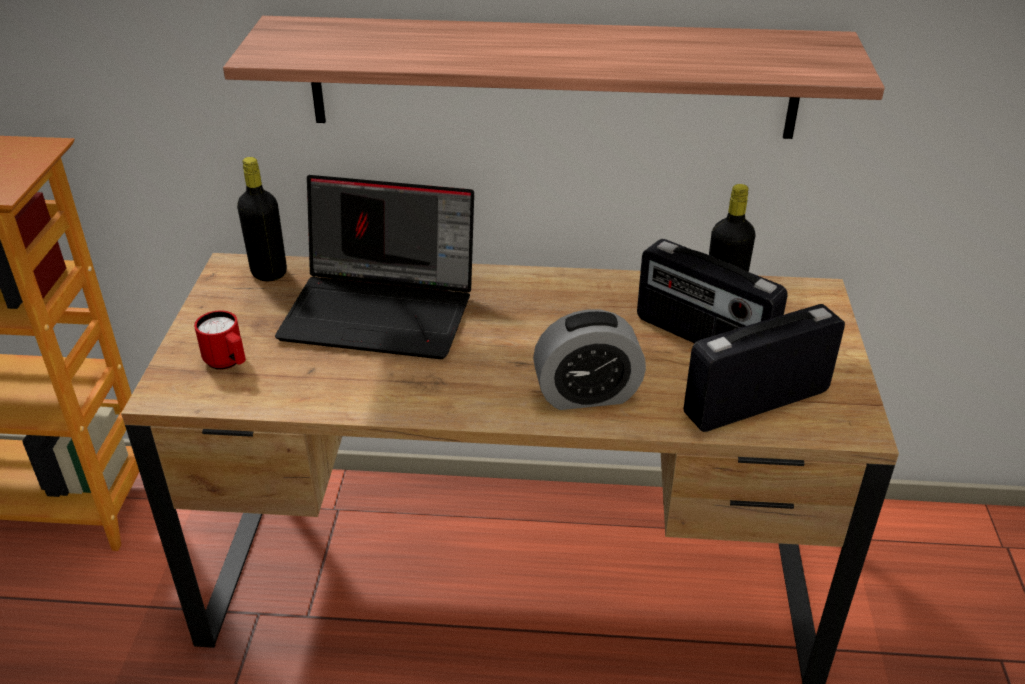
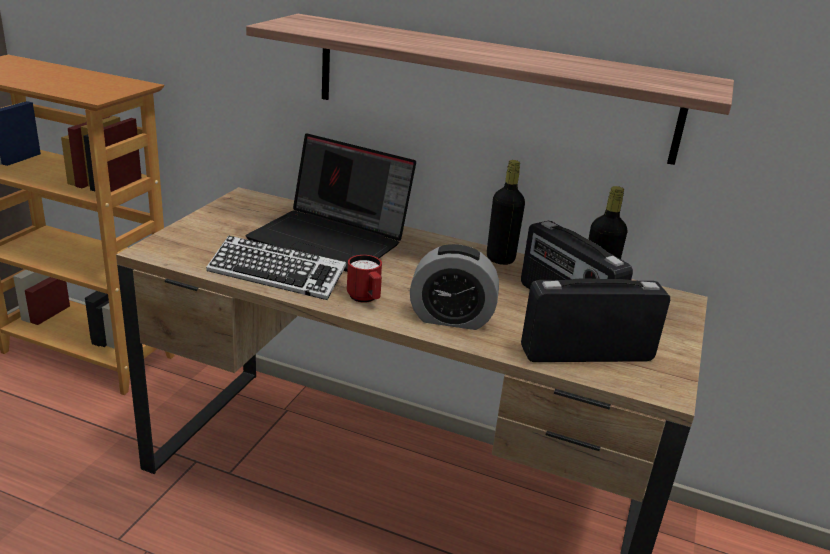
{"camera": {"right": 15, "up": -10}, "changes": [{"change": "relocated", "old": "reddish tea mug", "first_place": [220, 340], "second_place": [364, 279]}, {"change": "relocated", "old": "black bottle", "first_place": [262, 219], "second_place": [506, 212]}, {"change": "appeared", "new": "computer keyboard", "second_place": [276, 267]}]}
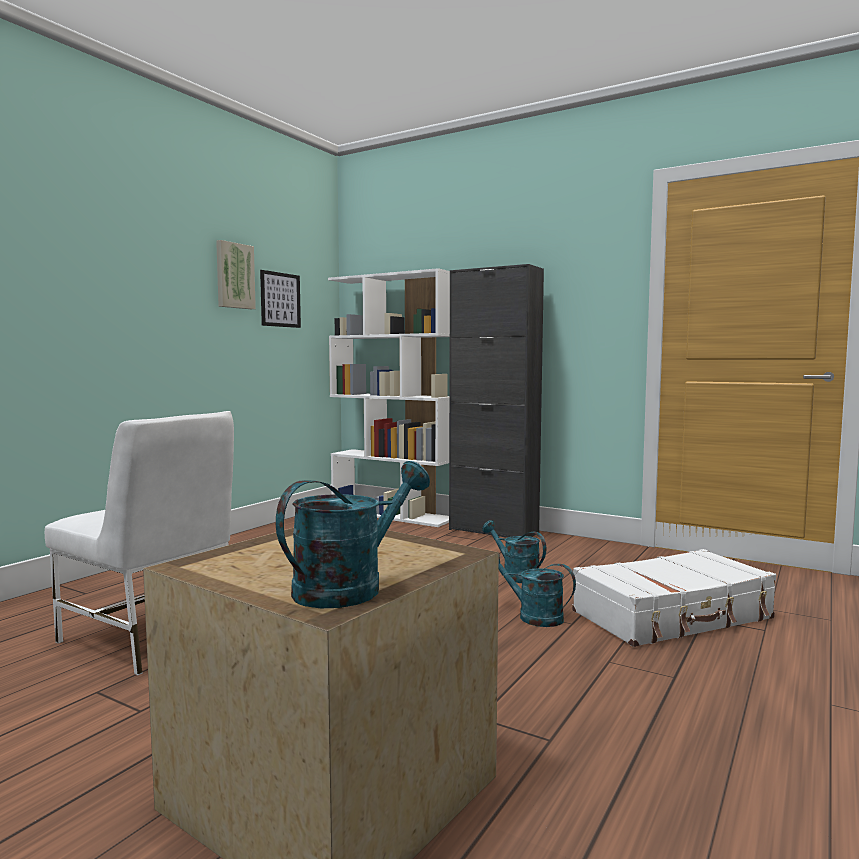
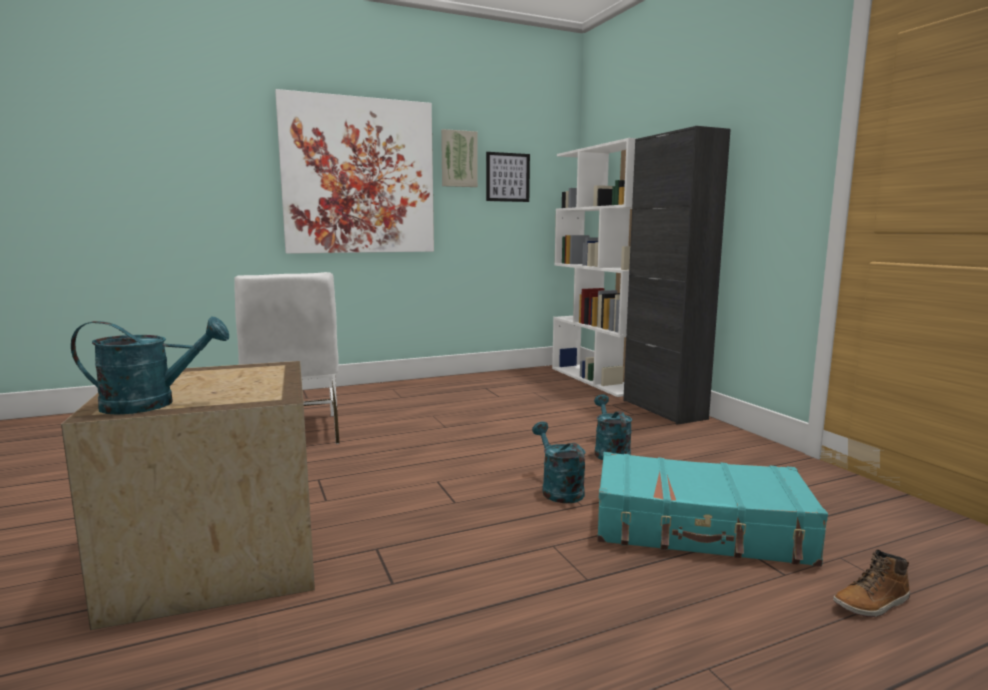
{"camera": {"right": 35, "up": 5}, "changes": [{"change": "colour", "old": "white piece of luggage", "new": "turquoise-coloured piece of luggage", "first_place": [674, 598], "second_place": [712, 509]}, {"change": "appeared", "new": "wall picture", "second_place": [354, 171]}, {"change": "appeared", "new": "high-top boot", "second_place": [871, 583]}]}
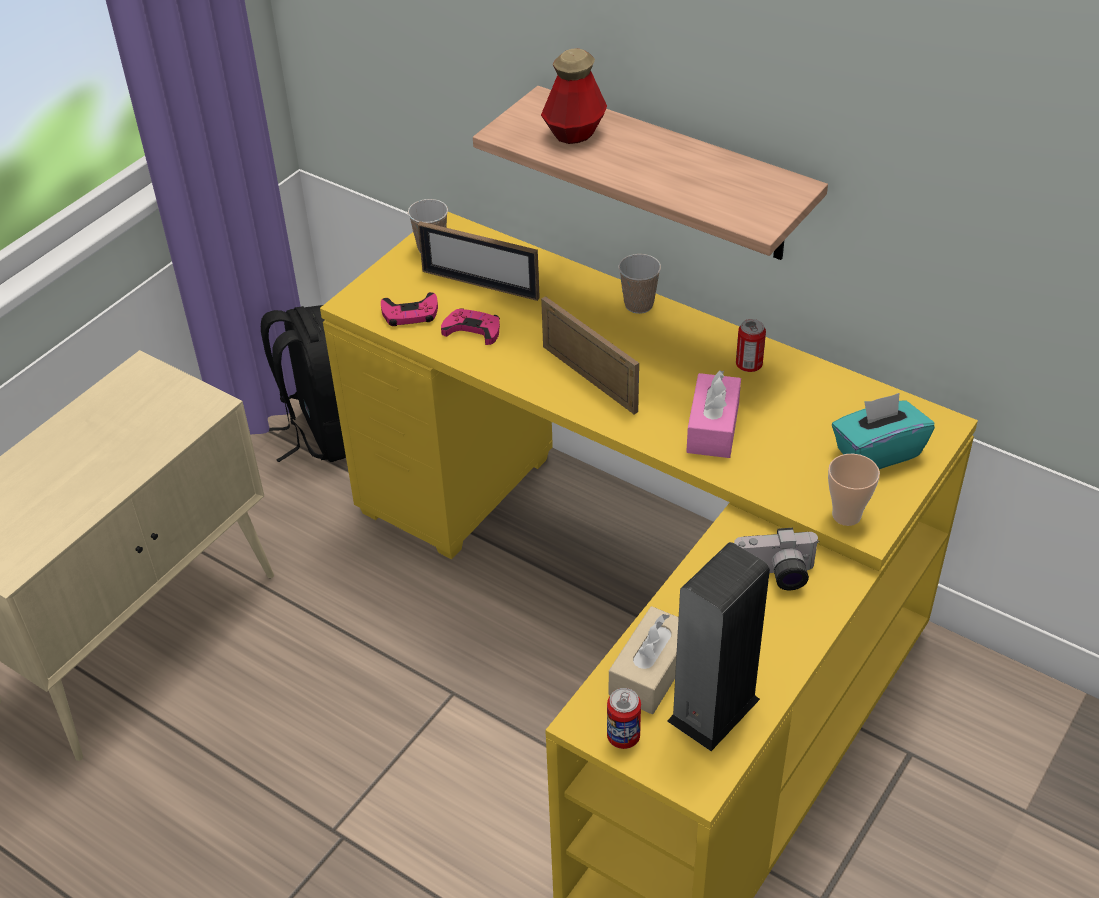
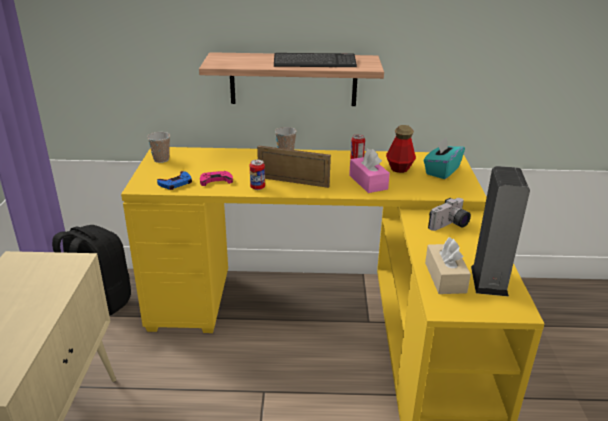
{"camera": {"right": -35, "up": -15}, "changes": [{"change": "colour", "old": "pink gamepad", "new": "blue-coloured gamepad", "first_place": [409, 309], "second_place": [174, 180]}, {"change": "missing", "old": "photo frame", "first_place": [479, 261]}, {"change": "relocated", "old": "bottle", "first_place": [574, 96], "second_place": [401, 149]}, {"change": "relocated", "old": "can", "first_place": [624, 718], "second_place": [257, 175]}, {"change": "missing", "old": "cup", "first_place": [854, 490]}, {"change": "appeared", "new": "computer keyboard", "second_place": [315, 60]}]}
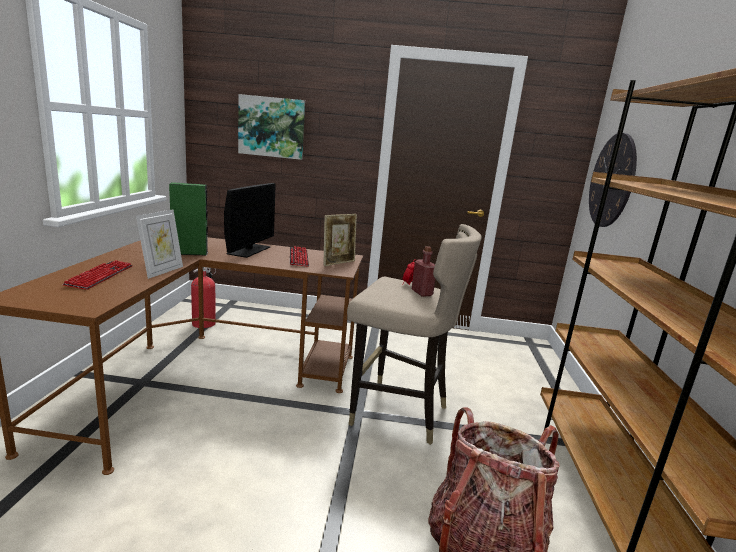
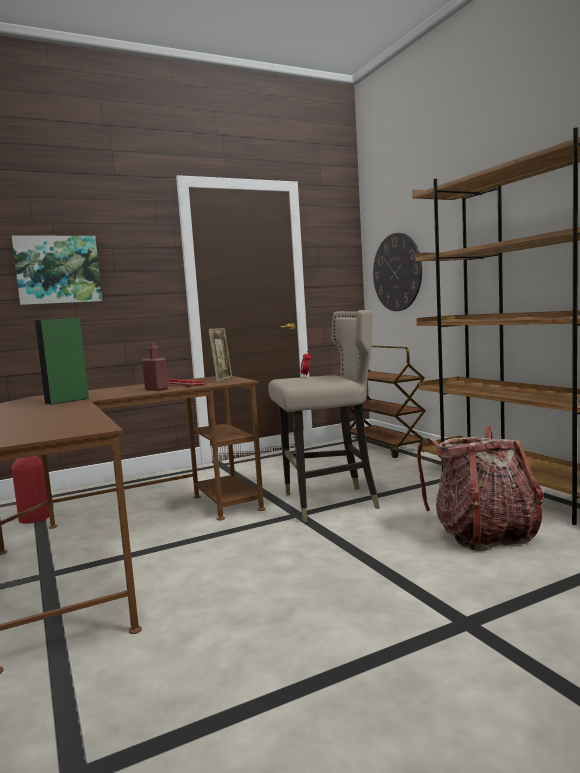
{"camera": {"right": -30, "up": -10}, "changes": [{"change": "missing", "old": "computer keyboard", "first_place": [97, 275]}, {"change": "missing", "old": "photo frame", "first_place": [159, 244]}, {"change": "missing", "old": "computer screen", "first_place": [250, 220]}, {"change": "relocated", "old": "reddish bottle", "first_place": [423, 271], "second_place": [155, 366]}, {"change": "appeared", "new": "brown wheeled cart", "second_place": [387, 401]}]}
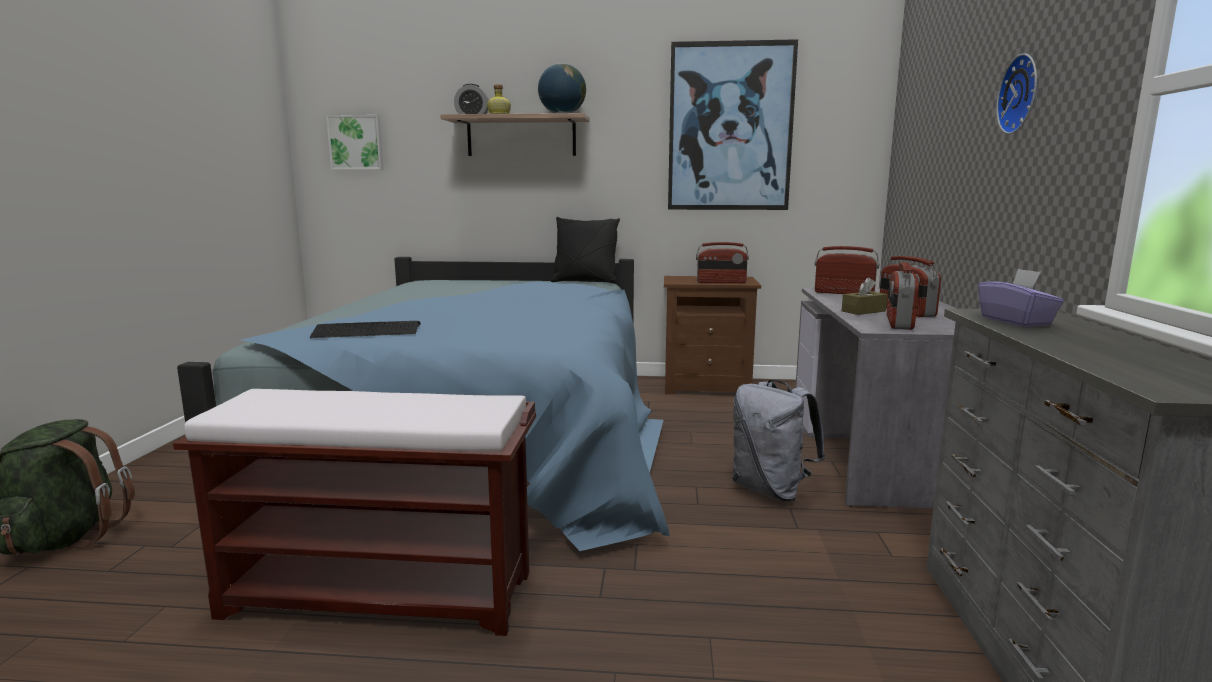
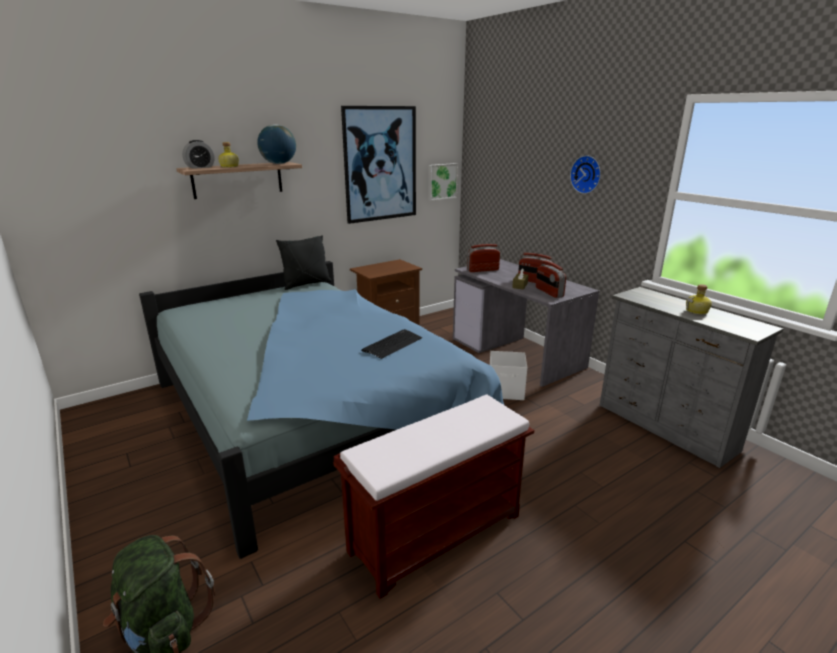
{"camera": {"right": -40, "up": 10}, "changes": [{"change": "relocated", "old": "computer keyboard", "first_place": [365, 329], "second_place": [391, 344]}, {"change": "relocated", "old": "wall picture", "first_place": [355, 142], "second_place": [443, 182]}, {"change": "missing", "old": "radio set", "first_place": [722, 262]}, {"change": "exchanged", "old": "grey backpack", "new": "white storage box", "first_place": [778, 441], "second_place": [508, 375]}, {"change": "missing", "old": "purple tissue holder", "first_place": [1021, 298]}, {"change": "appeared", "new": "bottle", "second_place": [699, 299]}]}
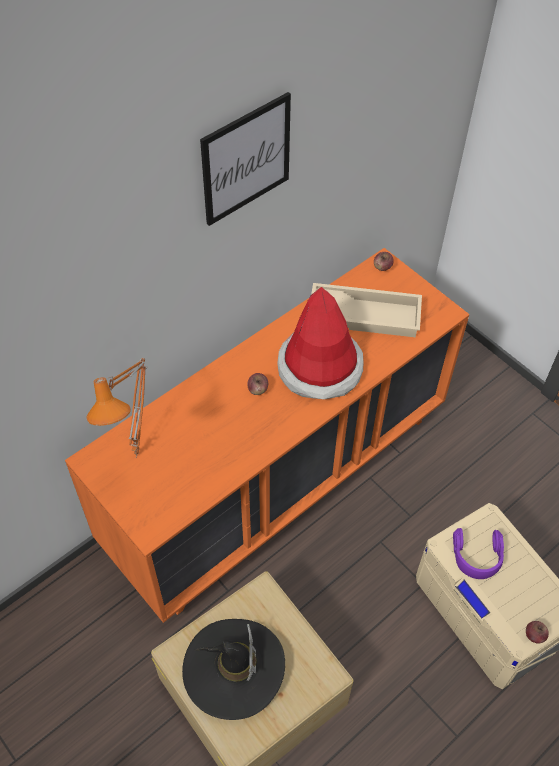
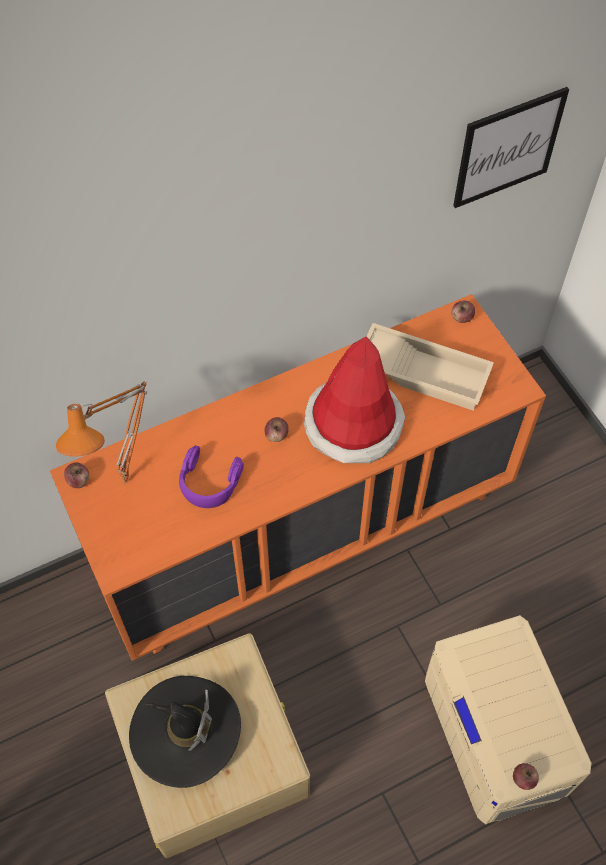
{"camera": {"right": 15, "up": 5}, "changes": [{"change": "relocated", "old": "wall picture", "first_place": [245, 159], "second_place": [511, 147]}, {"change": "relocated", "old": "purple pair of headphones", "first_place": [478, 553], "second_place": [211, 476]}, {"change": "appeared", "new": "apple", "second_place": [76, 475]}]}
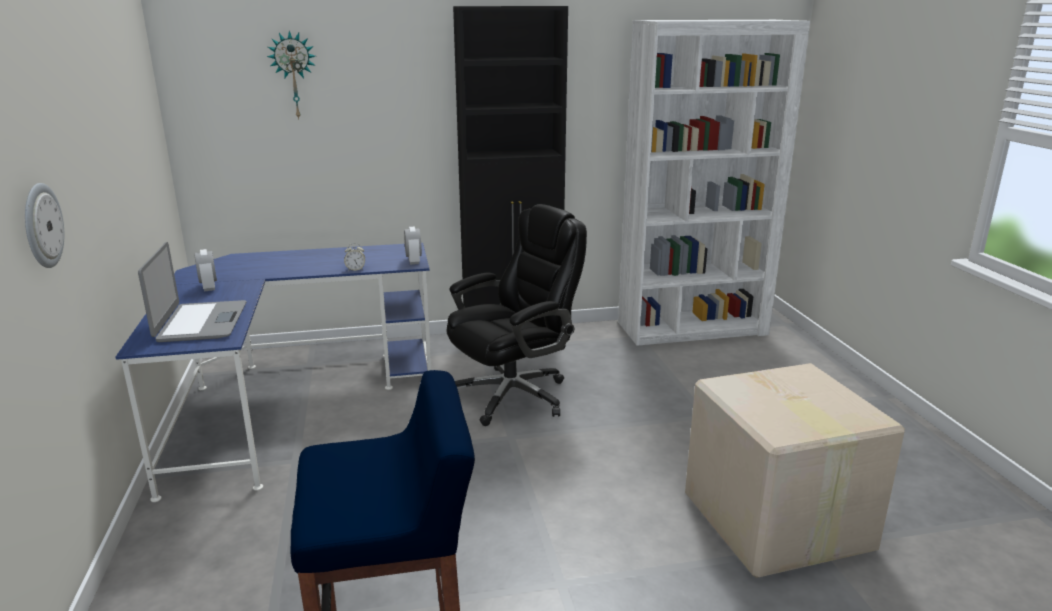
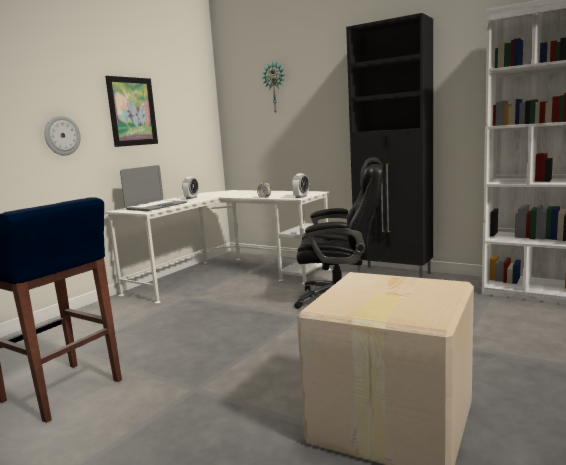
{"camera": {"right": 45, "up": -10}, "changes": [{"change": "colour", "old": "blue-coloured desk unit", "new": "white desk unit", "first_place": [273, 372], "second_place": [218, 247]}, {"change": "appeared", "new": "wall picture", "second_place": [131, 111]}]}
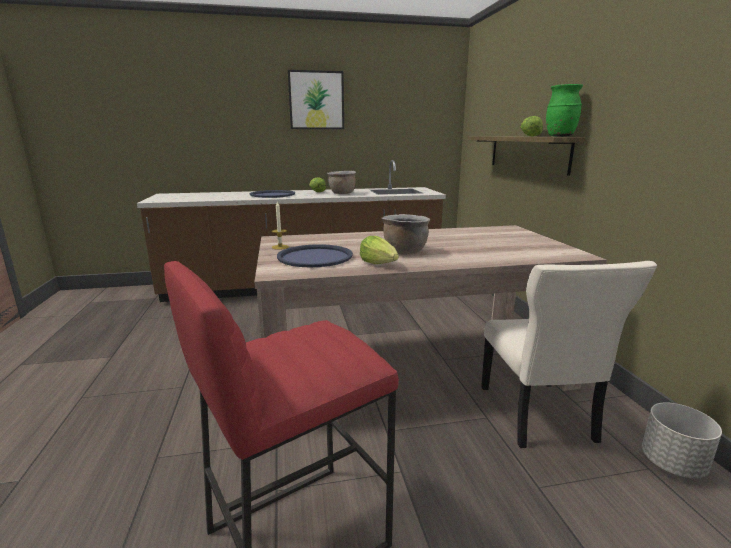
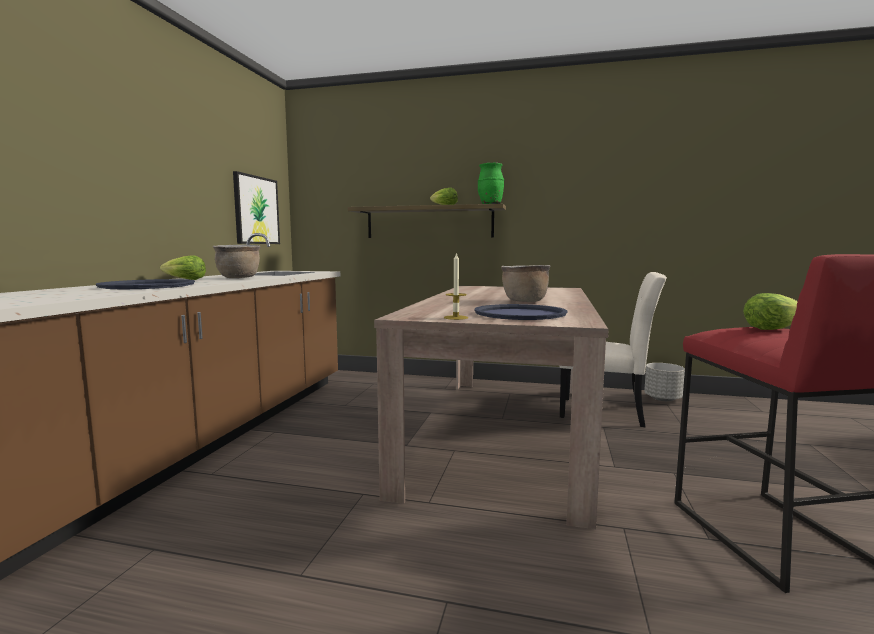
{"camera": {"right": -65, "up": -10}, "changes": [{"change": "relocated", "old": "wall picture", "first_place": [316, 99], "second_place": [256, 207]}, {"change": "relocated", "old": "lettuce", "first_place": [379, 250], "second_place": [770, 311]}]}
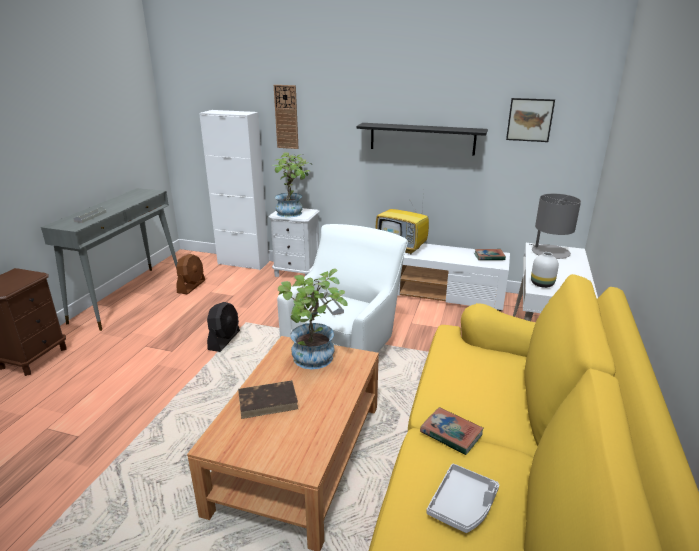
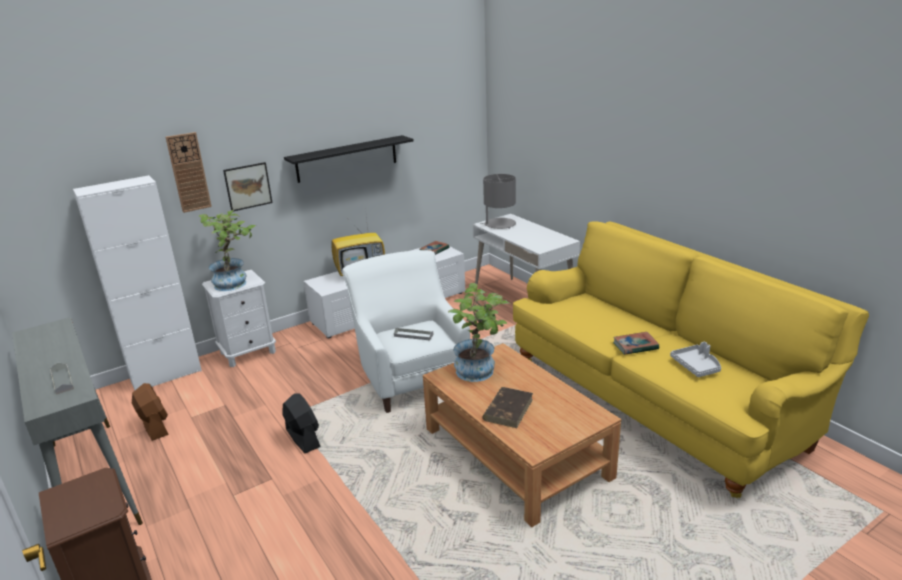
{"camera": {"right": -50, "up": 0}, "changes": [{"change": "relocated", "old": "wall picture", "first_place": [530, 120], "second_place": [248, 186]}, {"change": "missing", "old": "white vase", "first_place": [545, 270]}]}
